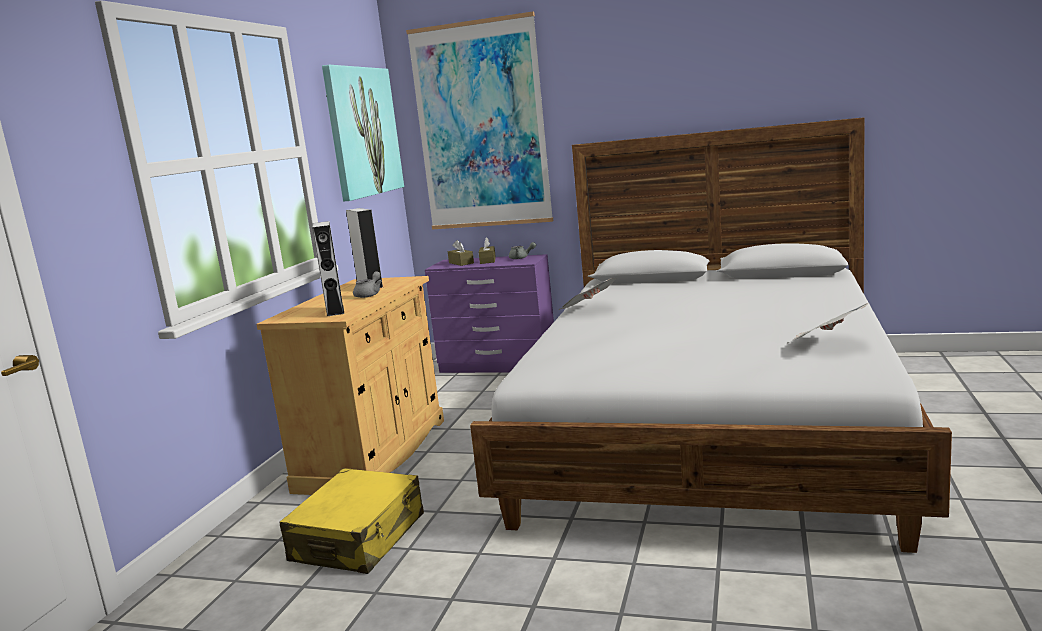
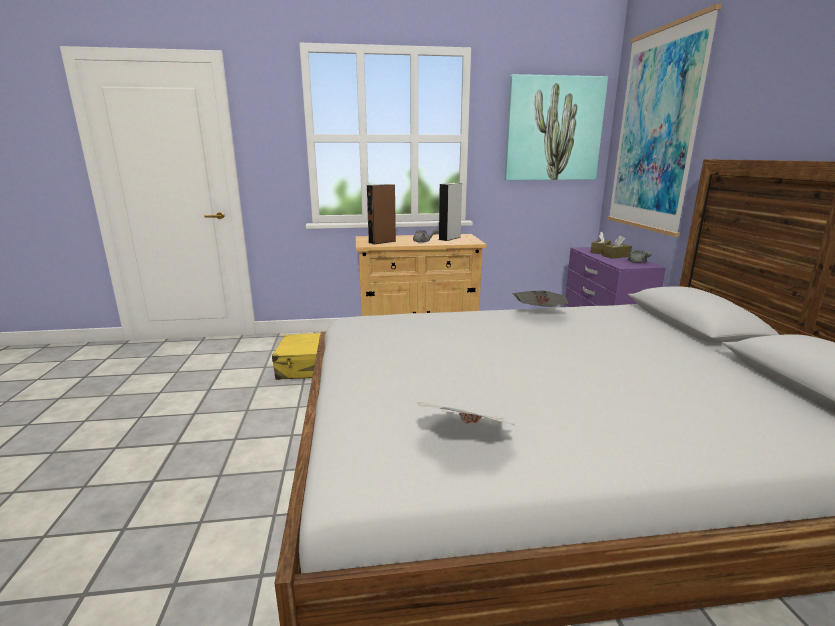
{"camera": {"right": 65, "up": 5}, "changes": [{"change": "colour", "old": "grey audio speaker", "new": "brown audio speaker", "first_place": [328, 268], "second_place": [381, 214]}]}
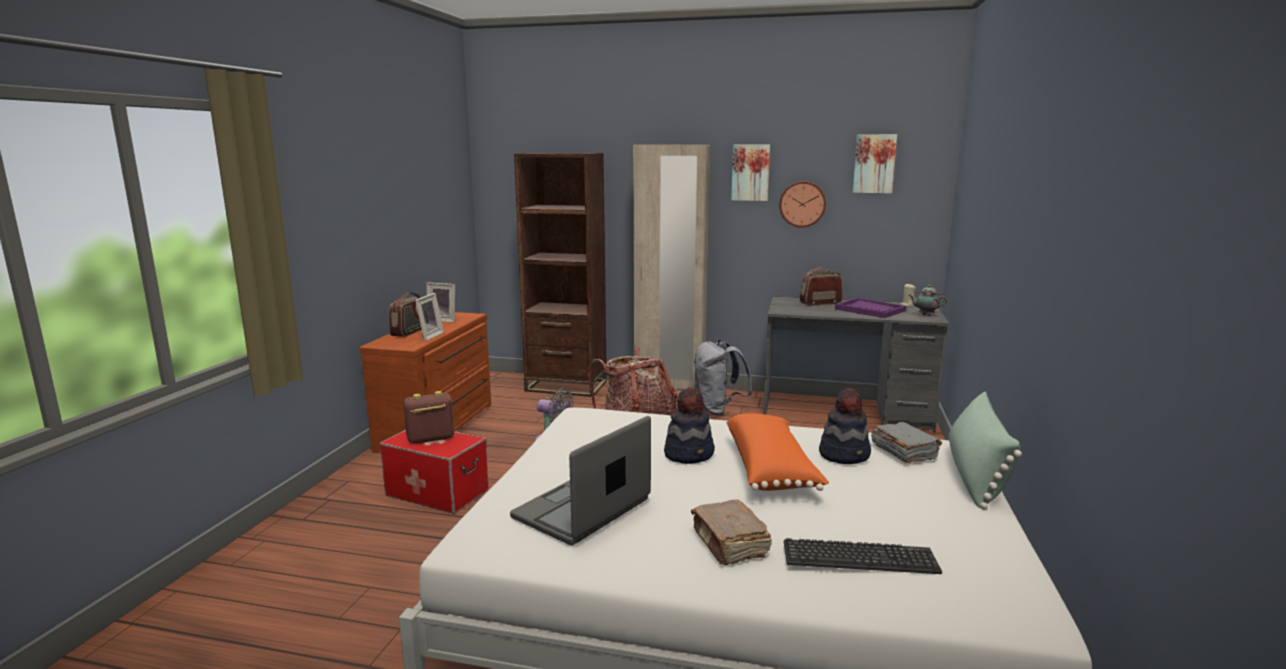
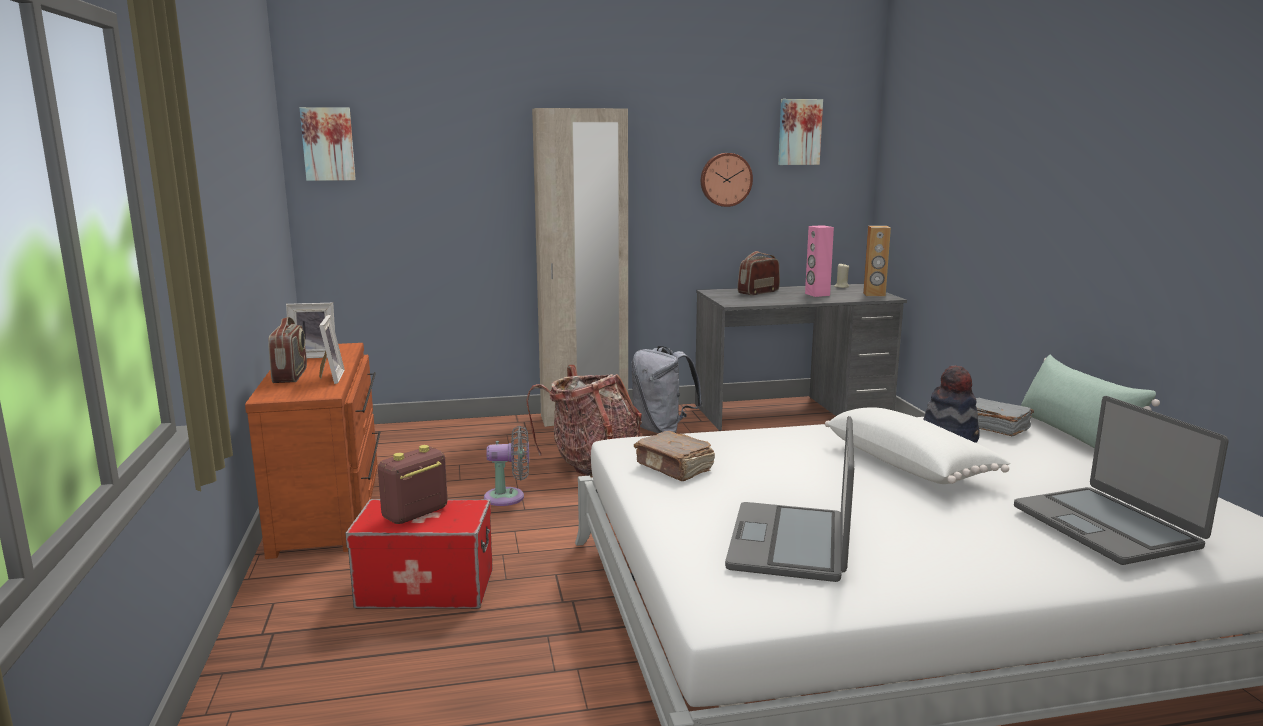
{"camera": {"right": -25, "up": 0}, "changes": [{"change": "missing", "old": "brown shelving unit", "first_place": [560, 275]}, {"change": "missing", "old": "hat", "first_place": [689, 425]}, {"change": "relocated", "old": "brown bound book", "first_place": [731, 532], "second_place": [674, 456]}, {"change": "colour", "old": "orangey cushion", "new": "white cushion", "first_place": [778, 452], "second_place": [917, 445]}, {"change": "relocated", "old": "wall picture", "first_place": [750, 173], "second_place": [327, 144]}, {"change": "exchanged", "old": "computer keyboard", "new": "portable computer", "first_place": [863, 556], "second_place": [1121, 480]}, {"change": "exchanged", "old": "purple carrying tray", "new": "pink audio speaker", "first_place": [870, 308], "second_place": [819, 261]}, {"change": "exchanged", "old": "tea pot", "new": "brown audio speaker", "first_place": [927, 300], "second_place": [877, 261]}]}
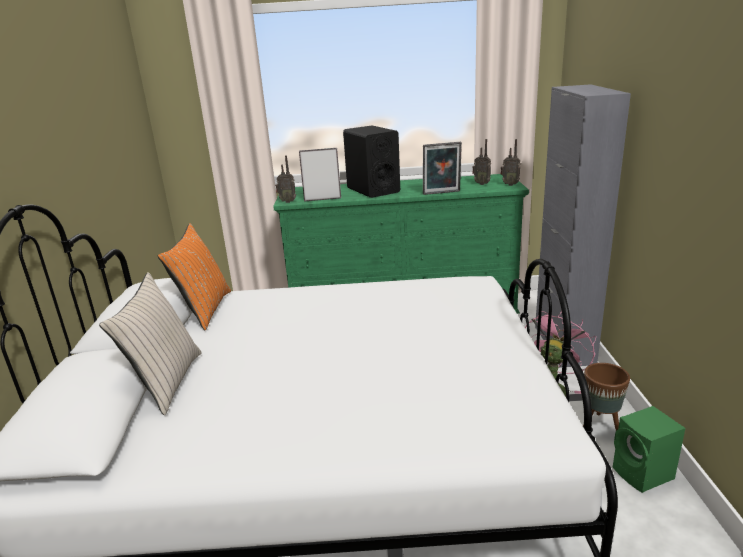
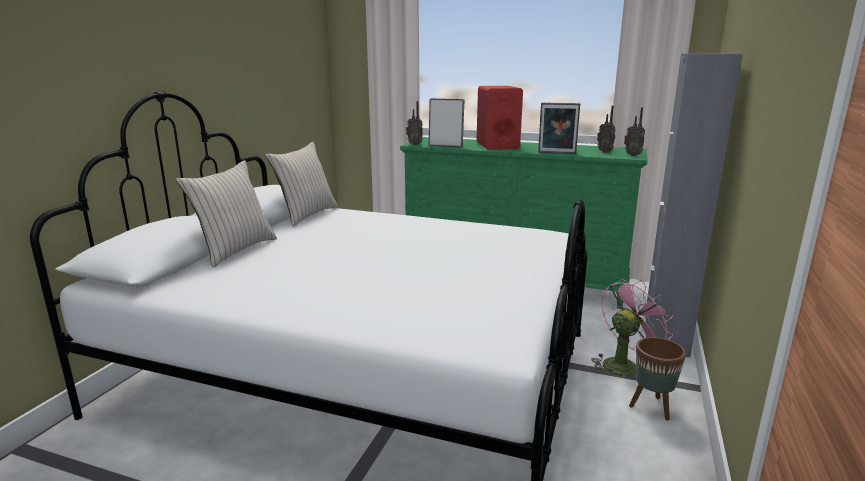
{"camera": {"right": 20, "up": -5}, "changes": [{"change": "colour", "old": "orangey cushion", "new": "beige cushion", "first_place": [194, 276], "second_place": [301, 184]}, {"change": "colour", "old": "black audio speaker", "new": "reddish audio speaker", "first_place": [371, 162], "second_place": [499, 118]}, {"change": "missing", "old": "green audio speaker", "first_place": [649, 449]}]}
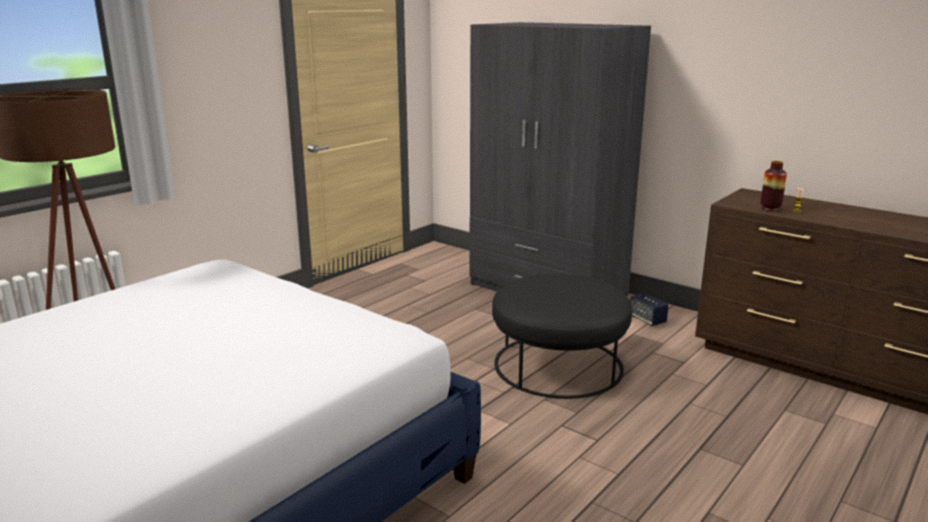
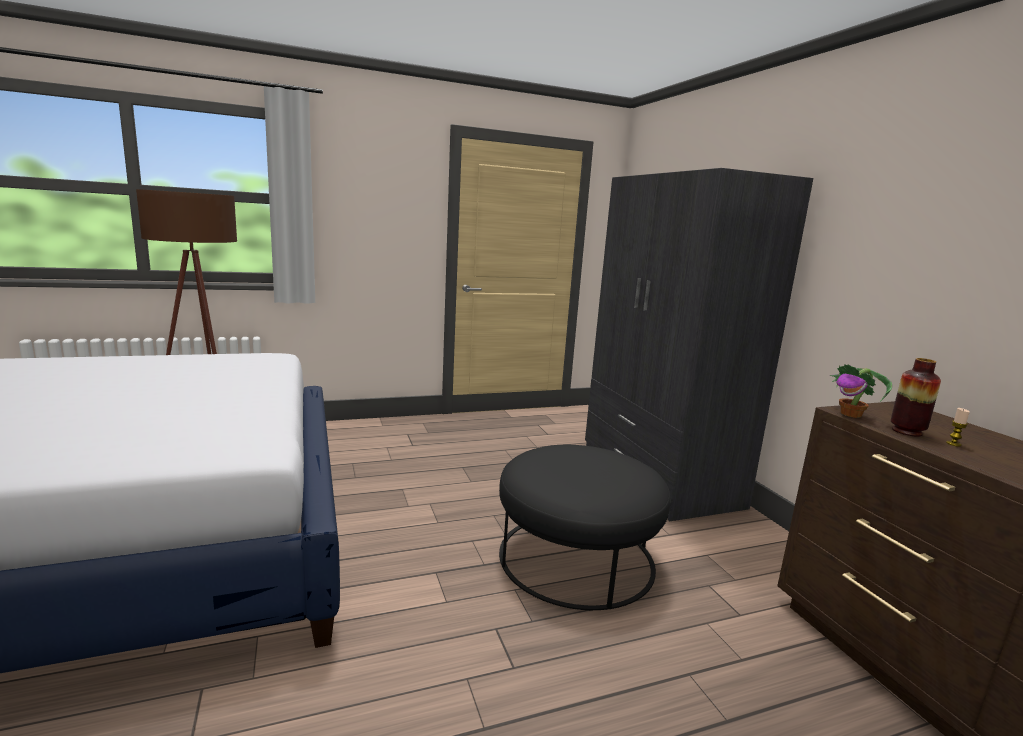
{"camera": {"right": 30, "up": -5}, "changes": [{"change": "missing", "old": "audio speaker", "first_place": [649, 309]}, {"change": "appeared", "new": "potted plant", "second_place": [861, 391]}]}
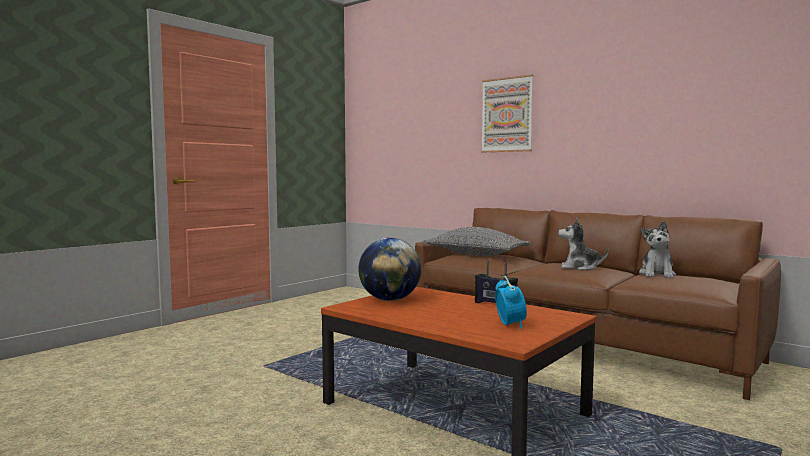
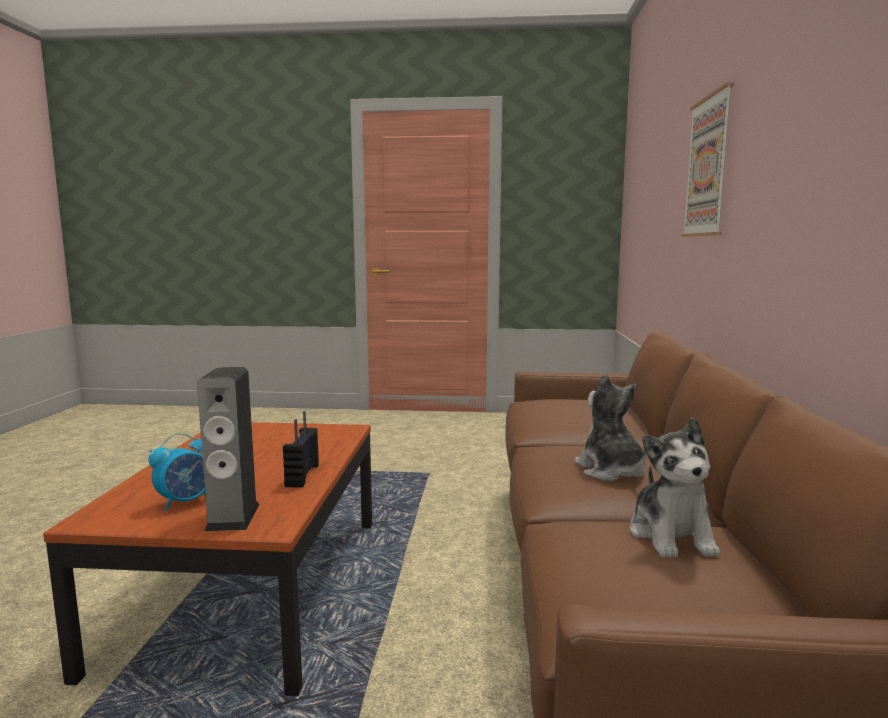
{"camera": {"right": 55, "up": 5}, "changes": [{"change": "missing", "old": "world globe", "first_place": [389, 269]}, {"change": "missing", "old": "grey cushion", "first_place": [477, 241]}, {"change": "spun", "old": "plush toy", "first_place": [657, 249], "second_place": [675, 487], "degrees": -75}, {"change": "appeared", "new": "audio speaker", "second_place": [228, 449]}]}
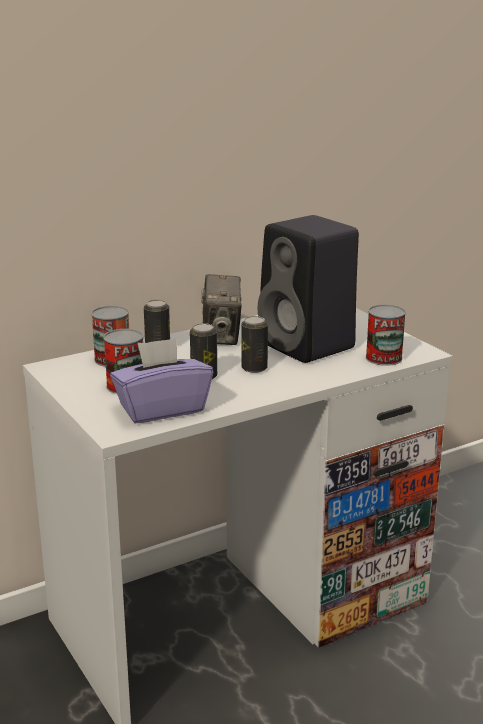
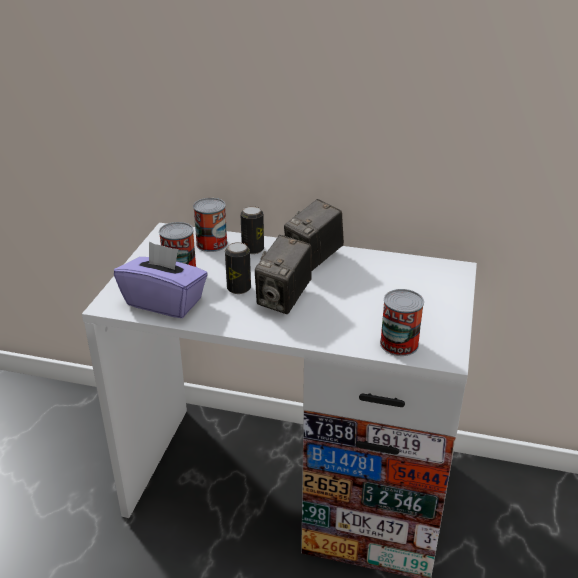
{"camera": {"right": 45, "up": 10}, "changes": [{"change": "exchanged", "old": "can", "new": "still camera", "first_place": [254, 344], "second_place": [283, 274]}, {"change": "missing", "old": "black audio speaker", "first_place": [308, 289]}]}
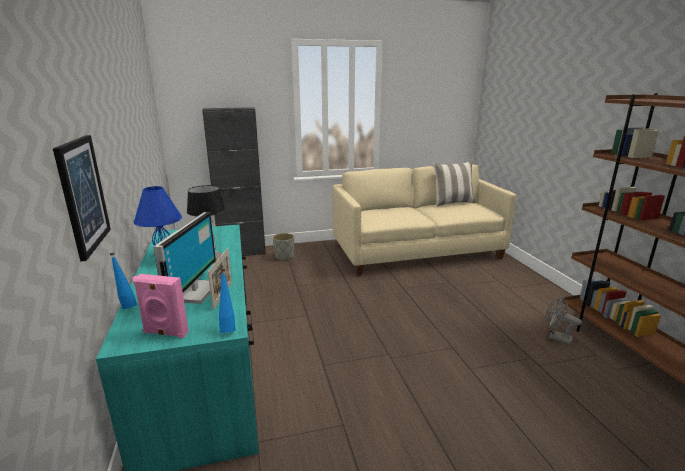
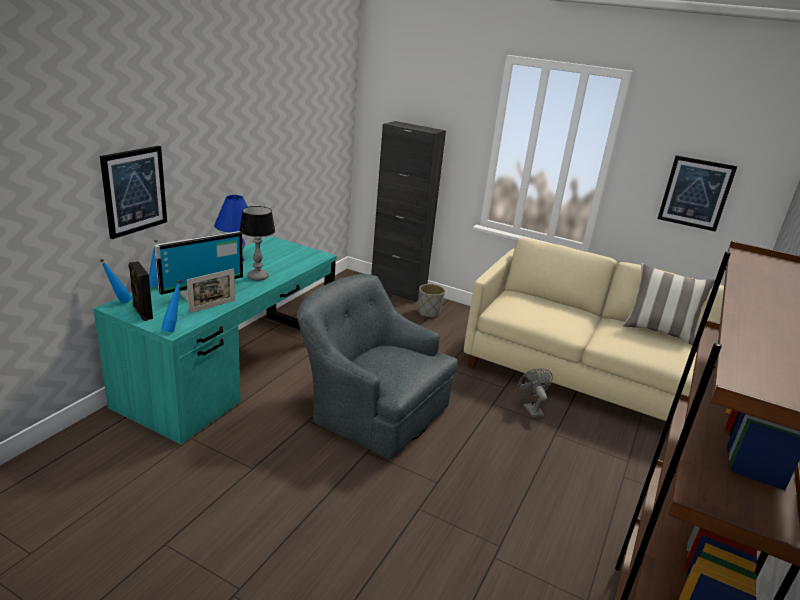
{"camera": {"right": 40, "up": 5}, "changes": [{"change": "colour", "old": "pink audio speaker", "new": "black audio speaker", "first_place": [161, 306], "second_place": [140, 291]}, {"change": "relocated", "old": "grey cooling fan", "first_place": [564, 320], "second_place": [535, 393]}, {"change": "appeared", "new": "blue-coloured bottle", "second_place": [116, 281]}, {"change": "appeared", "new": "grey easy chair", "second_place": [377, 366]}, {"change": "appeared", "new": "wall picture", "second_place": [697, 193]}]}
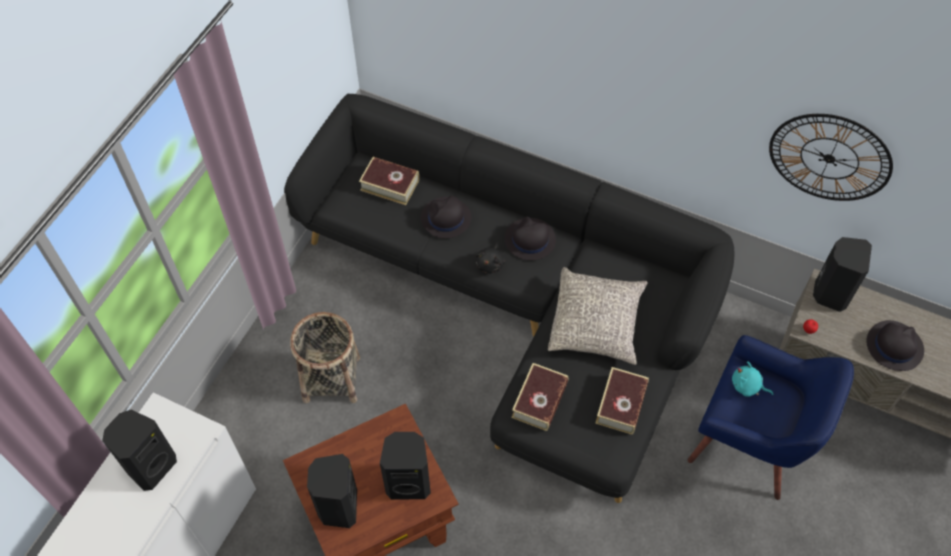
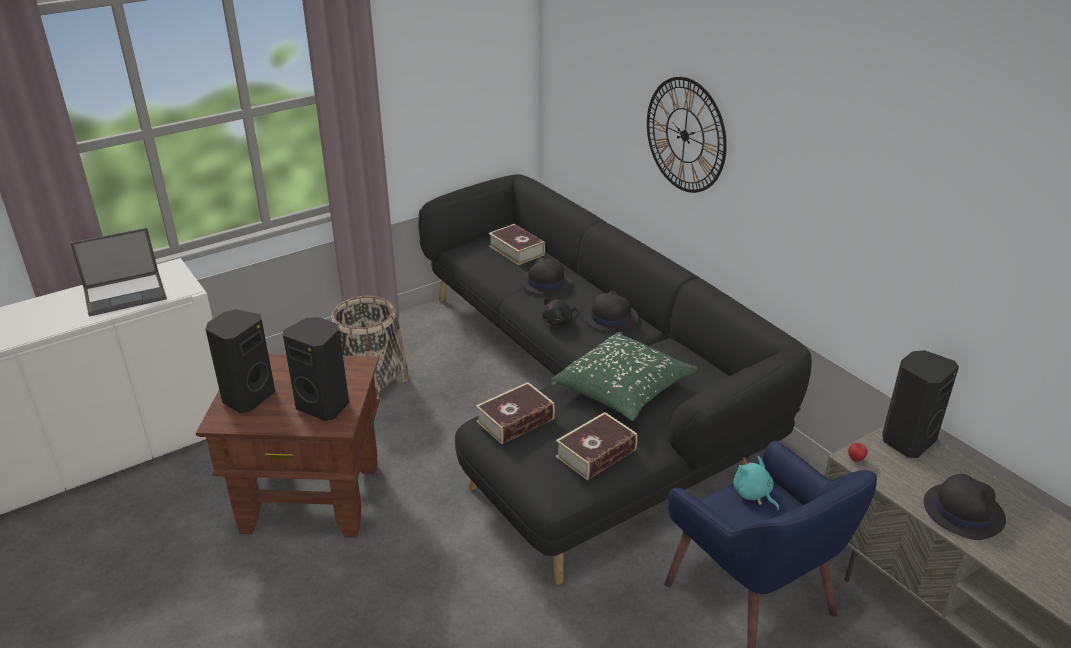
{"camera": {"right": 30, "up": -25}, "changes": [{"change": "exchanged", "old": "black audio speaker", "new": "portable computer", "first_place": [139, 450], "second_place": [118, 272]}, {"change": "colour", "old": "grey cushion", "new": "green cushion", "first_place": [598, 316], "second_place": [624, 376]}, {"change": "relocated", "old": "hanging clock", "first_place": [831, 157], "second_place": [687, 135]}]}
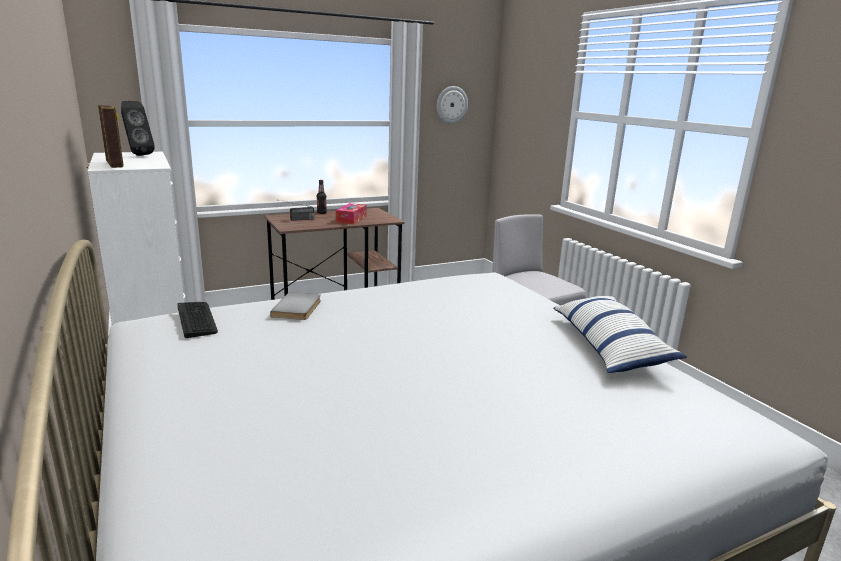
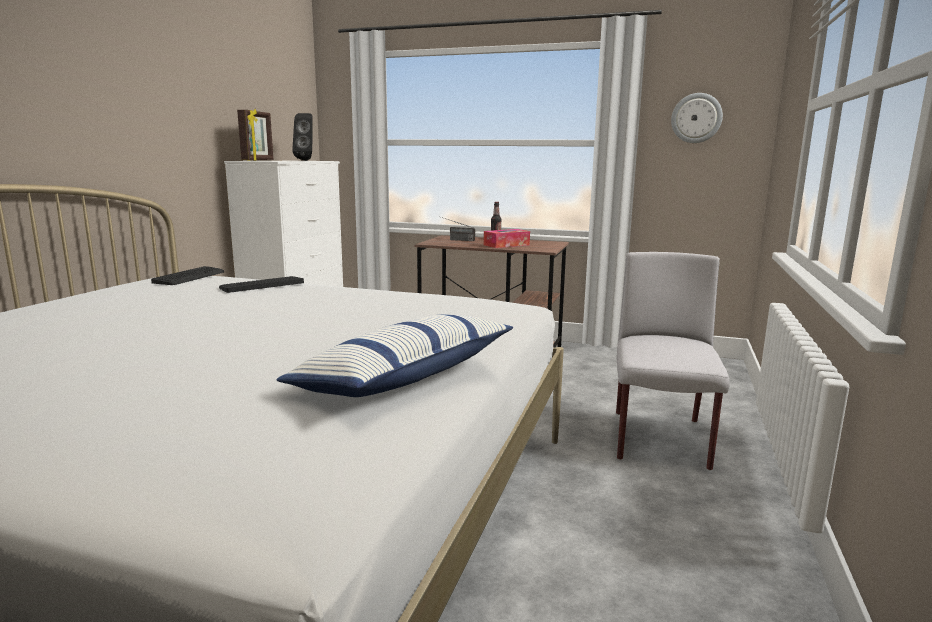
{"camera": {"right": 45, "up": -5}, "changes": [{"change": "exchanged", "old": "grey bound book", "new": "computer keyboard", "first_place": [295, 306], "second_place": [261, 284]}]}
